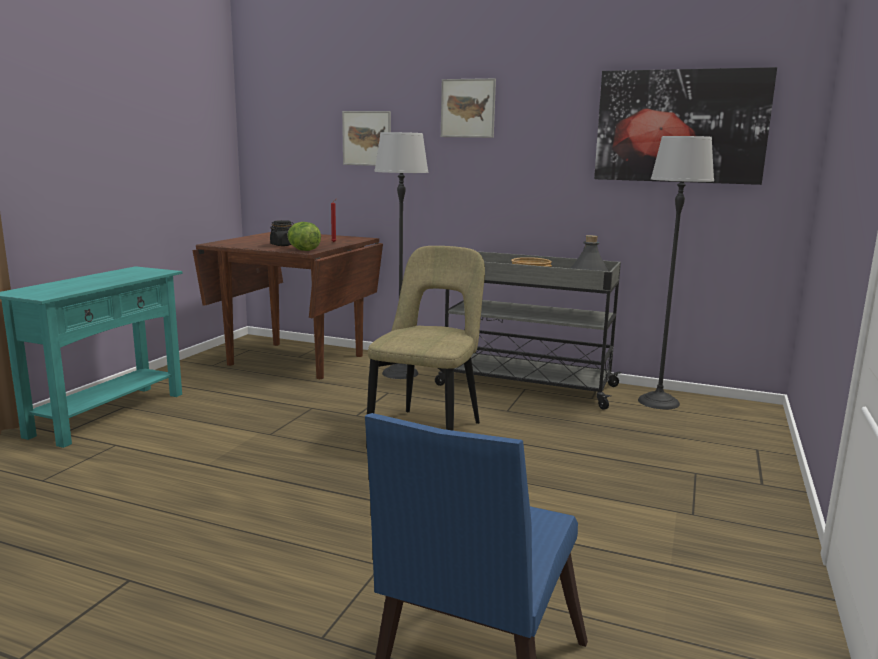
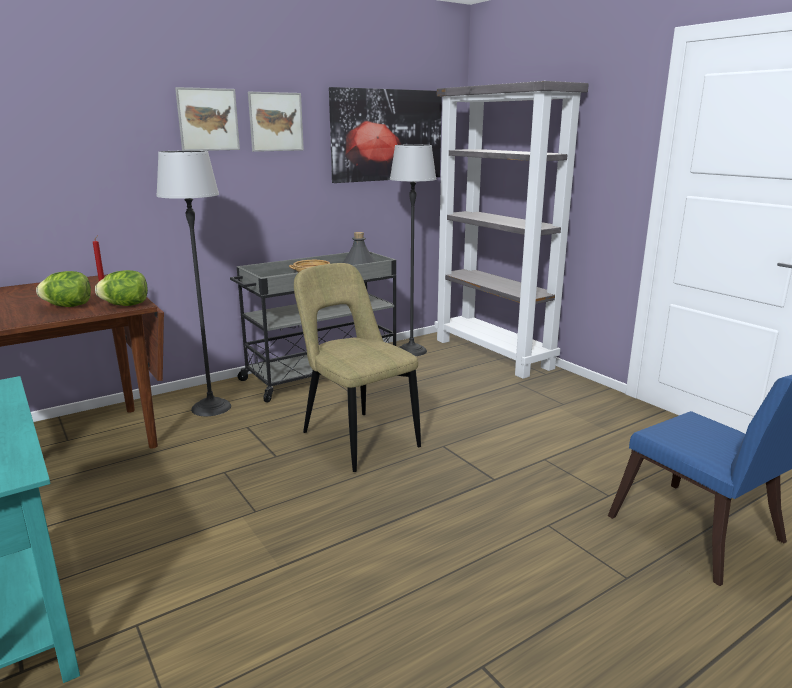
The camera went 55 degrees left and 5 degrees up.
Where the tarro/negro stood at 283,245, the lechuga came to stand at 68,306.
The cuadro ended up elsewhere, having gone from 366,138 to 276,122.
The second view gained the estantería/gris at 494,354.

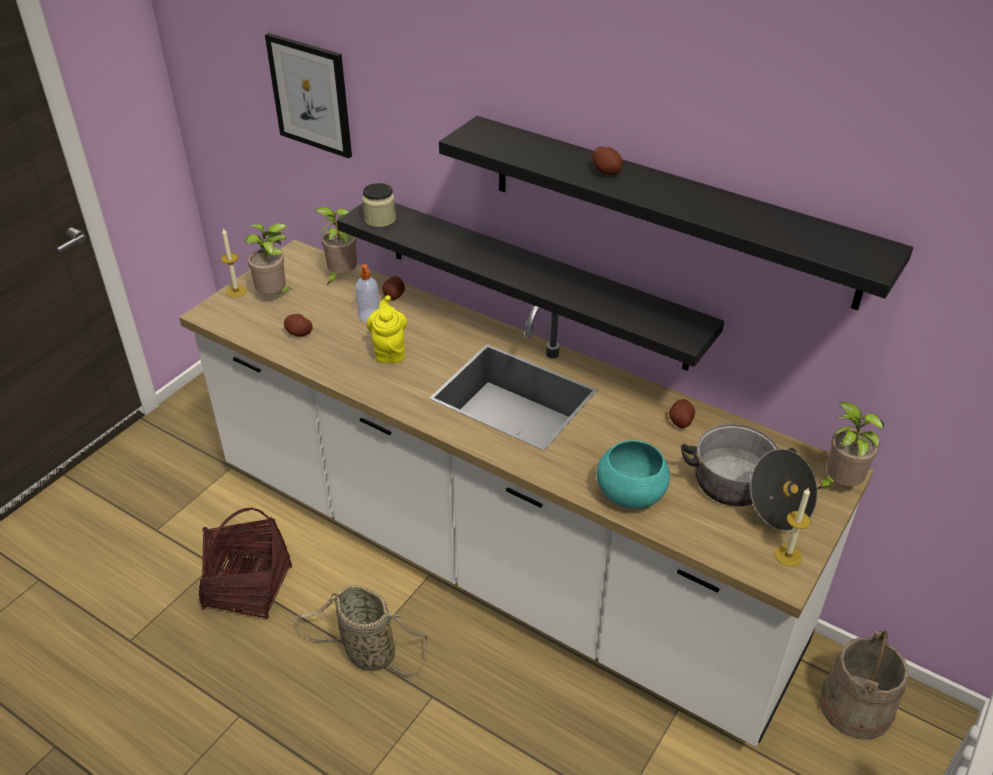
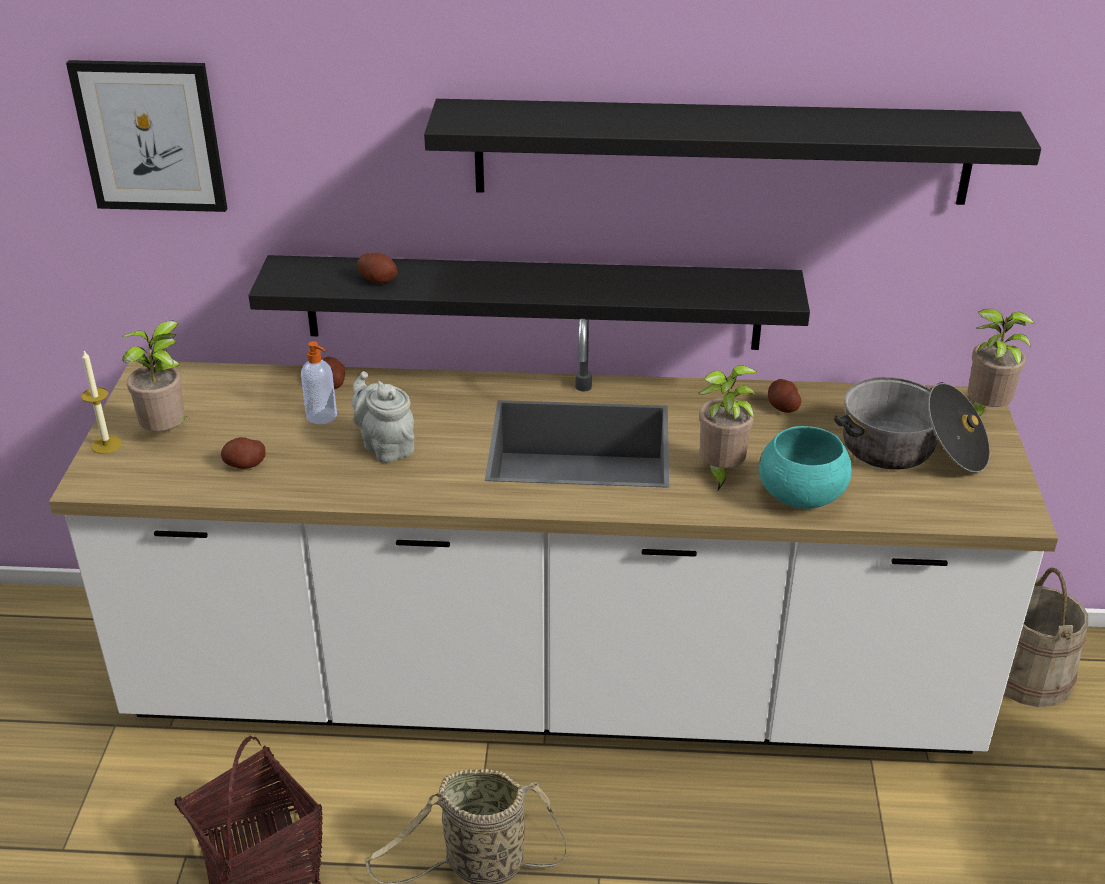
The camera went 30 degrees left and 5 degrees down.
The planta en maceta ended up elsewhere, having gone from 341,276 to 720,472.
The second view lost the tarro at 380,219.
What was the tetera/amarillo at 389,351 turned into the tetera/gris at 386,446.
The patata ended up elsewhere, having gone from 606,171 to 378,280.
The second view lost the vela at 788,555.

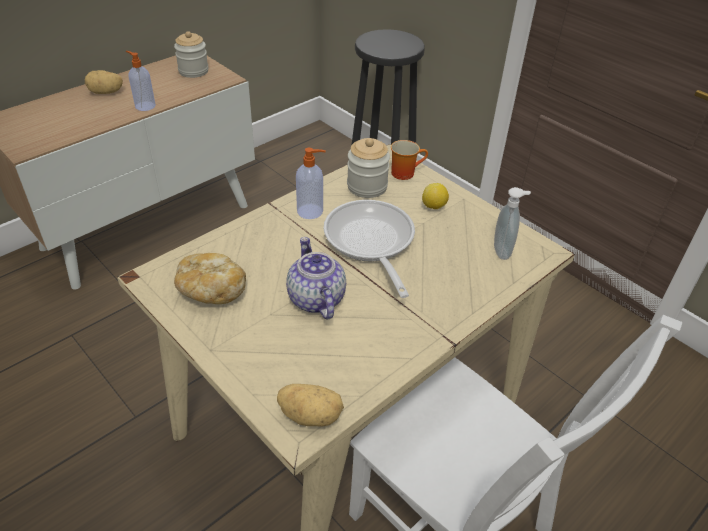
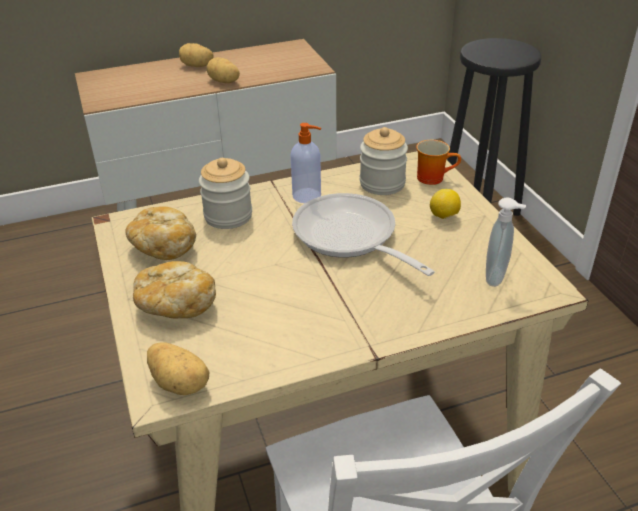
The camera went 25 degrees right and 5 degrees down.
Where the dispensador de jabón stood at 144,106, the patata came to stand at 224,82.
The tarro ended up elsewhere, having gone from 193,71 to 228,216.
The second view lost the tetera at 315,298.
The sartén at 370,243 ended up facing another way, 45 degrees counterclockwise from before.
The second view gained the pan at 175,305.

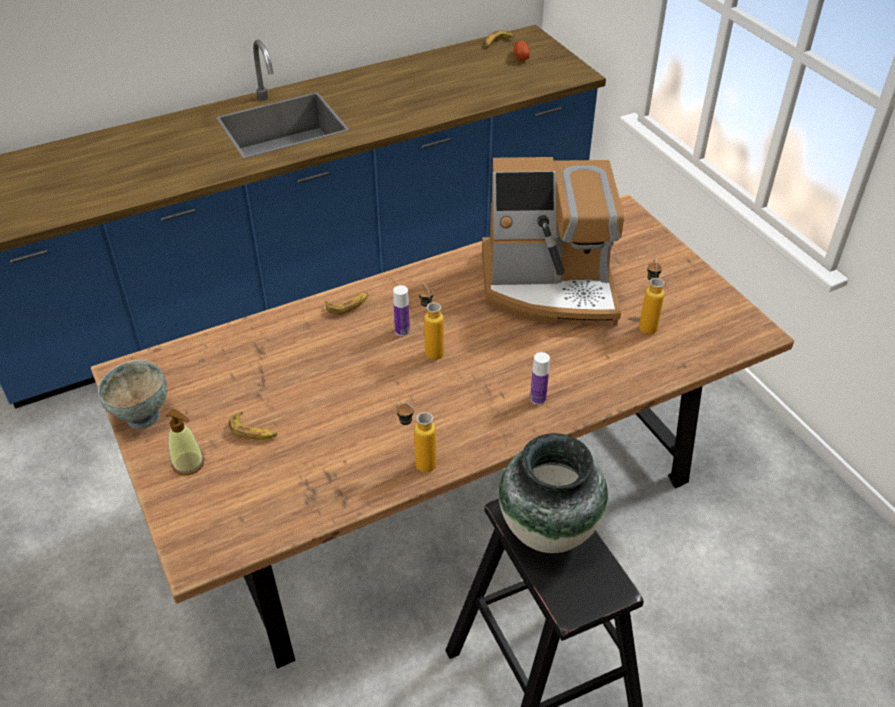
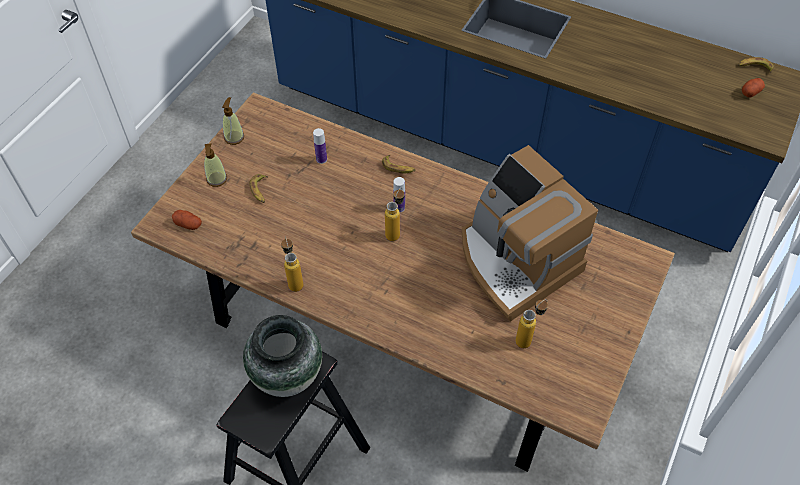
The camera went 55 degrees right and 10 degrees up.
Where the cuenco/gris stood at 141,416, the dispensador de jabón came to stand at 234,137.
The botella ended up elsewhere, having gone from 538,399 to 321,159.
The second view gained the patata at 188,224.

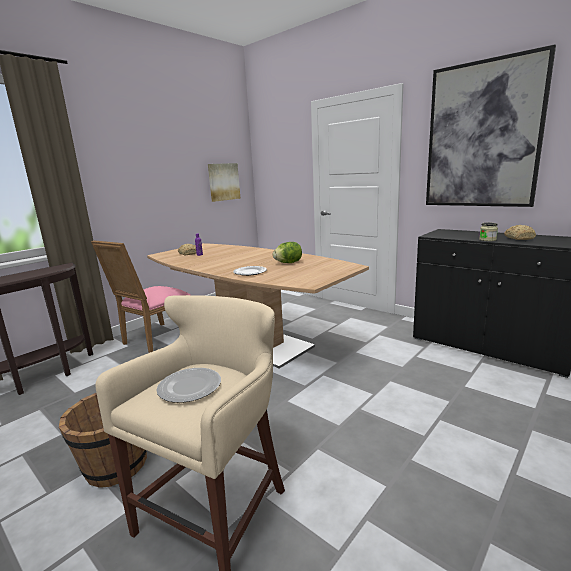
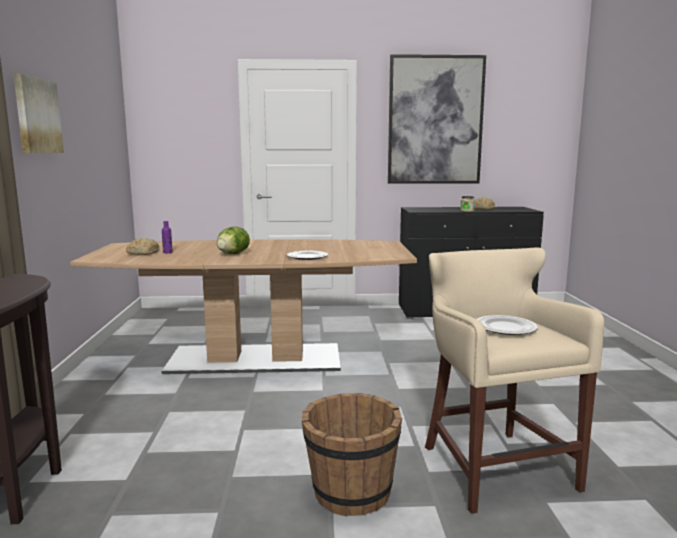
The camera went 45 degrees left and 5 degrees down.
The second view lost the silla/rosa at 155,339.
The cuadro ended up elsewhere, having gone from 223,182 to 37,116.
The lechuga ended up elsewhere, having gone from 288,263 to 233,254.

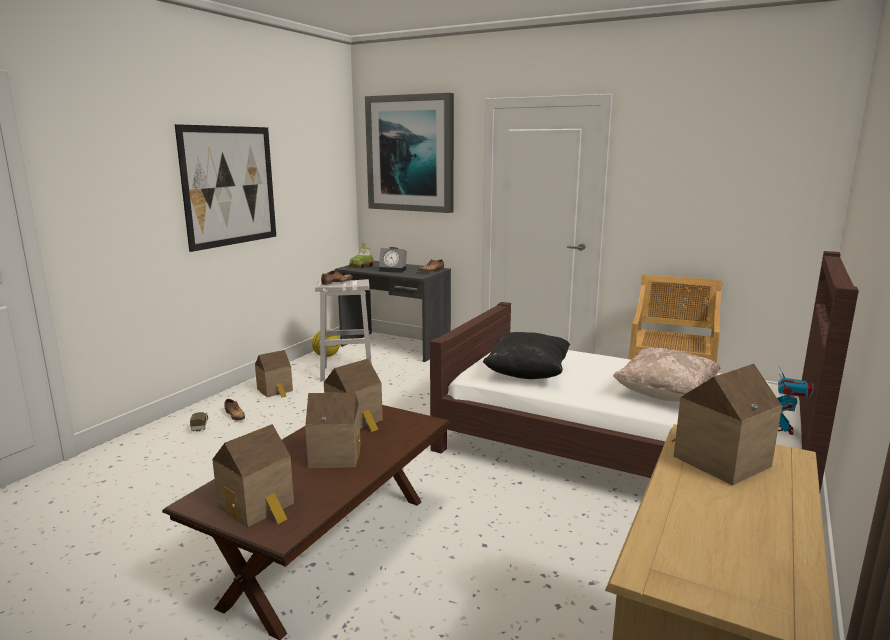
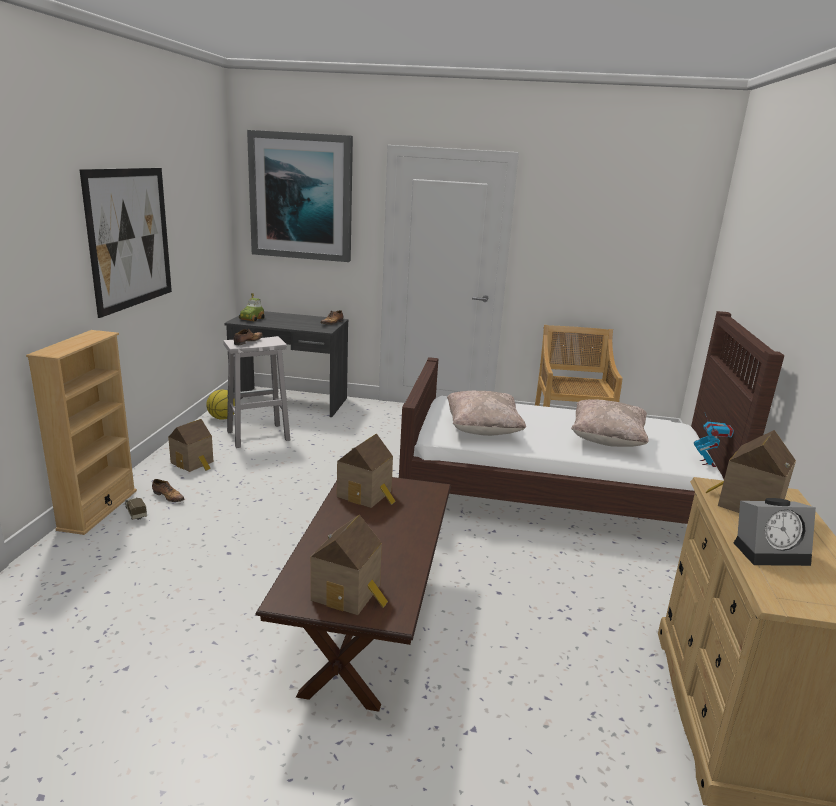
The camera went 20 degrees left and 5 degrees up.
The second view lost the casita at 335,455.
The despertador ended up elsewhere, having gone from 394,270 to 771,552.
What was the cojín/negro at 527,374 turned into the cojín/beis at 483,430.
The second view gained the estantería/beis at 98,509.

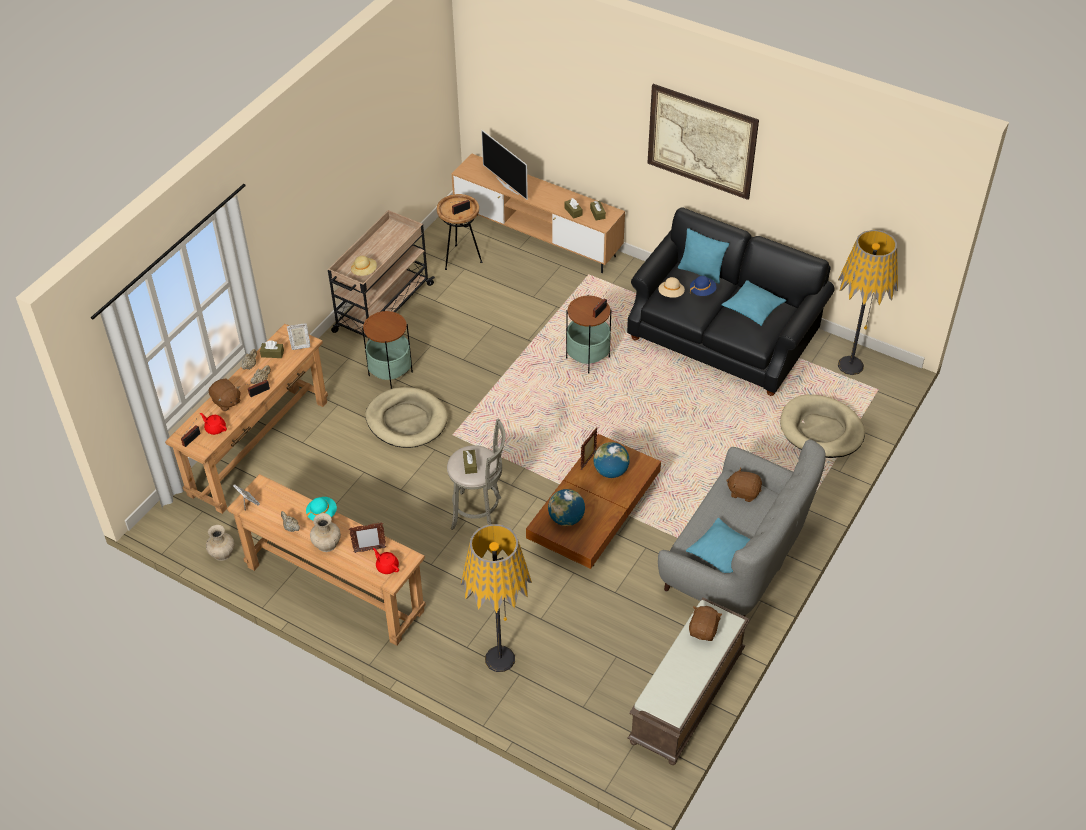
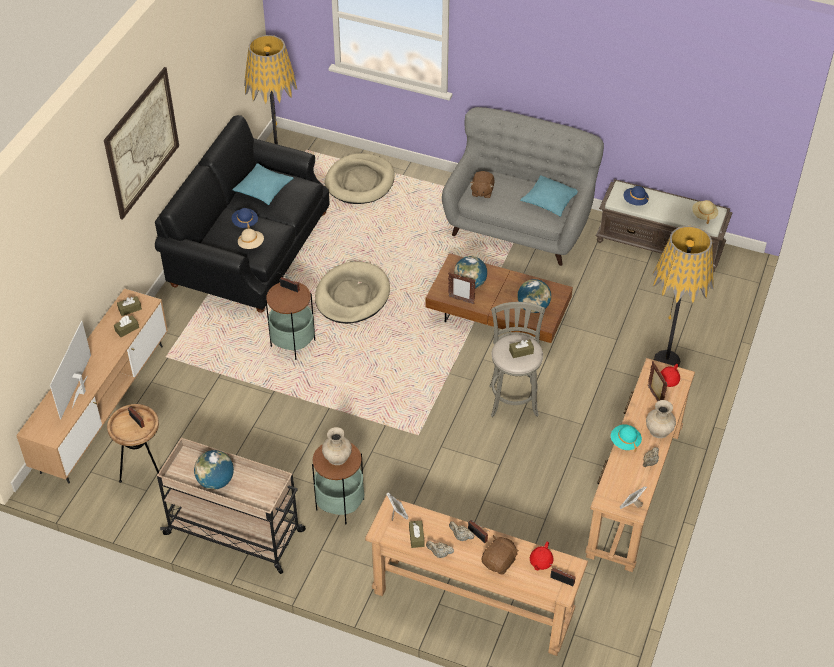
The camera went 100 degrees left and 0 degrees up.
The florero/beis ended up elsewhere, having gone from 222,553 to 337,457.
The sombrero/beis ended up elsewhere, having gone from 364,271 to 704,215.
The cama para perro/beis ended up elsewhere, having gone from 407,420 to 352,296.
The televisor at 507,185 ended up facing another way, 150 degrees clockwise from before.
The second view lost the cojín/turquesa at 701,272.
Where the peluche/marrón stood at 703,630, the sombrero/azul came to stand at 635,201.
The second view gained the globo terráqueo at 216,481.

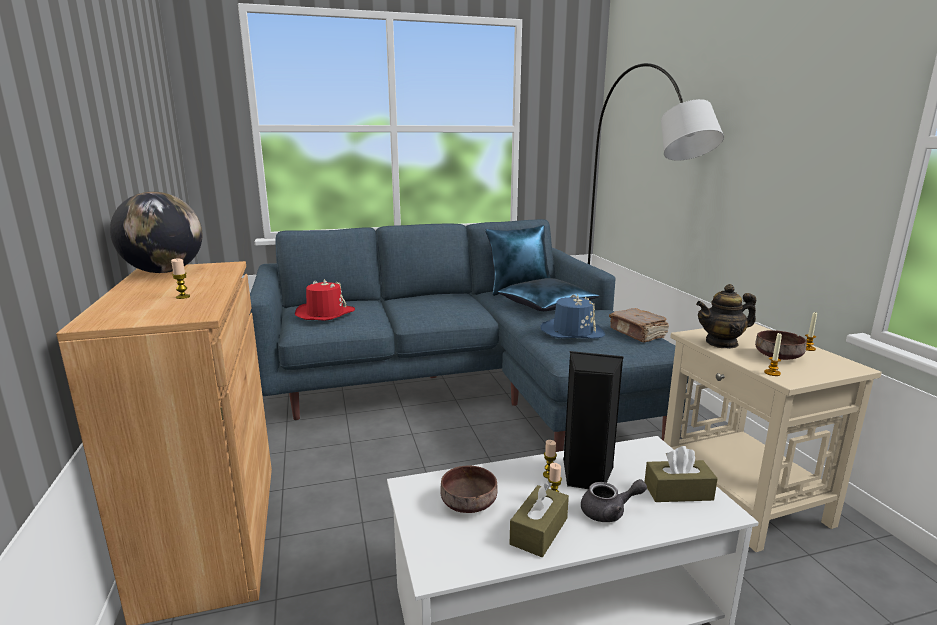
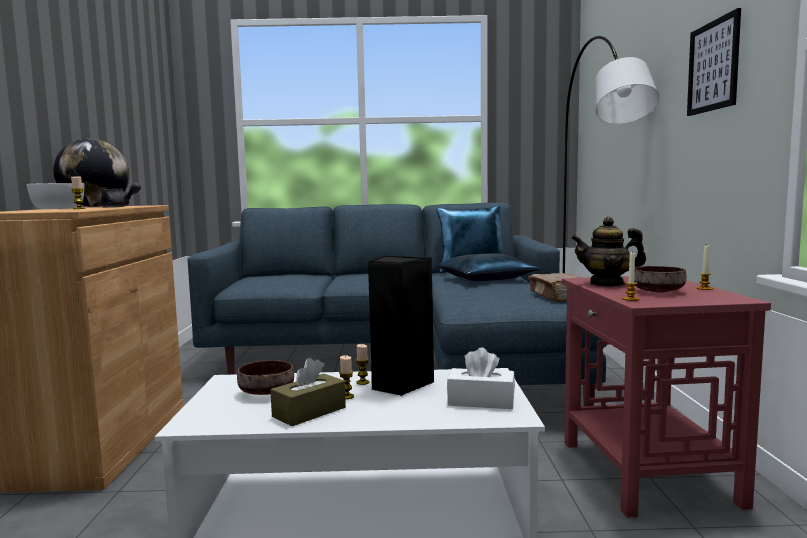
The camera went 15 degrees right and 10 degrees down.
The second view lost the sombrero/rojo at 324,313.
The second view lost the sombrero/azul at 572,331.
The tetera/gris ended up elsewhere, having gone from 609,512 to 117,207.
What was the caja de pañuelos/marrón at 678,491 turned into the caja de pañuelos/blanco at 481,401.
What was the mesa auxiliar/beis at 741,497 turned into the mesa auxiliar/rojo at 645,472.
The second view gained the cuenco/blanco at 59,208.
The second view gained the cuadro at 713,66.

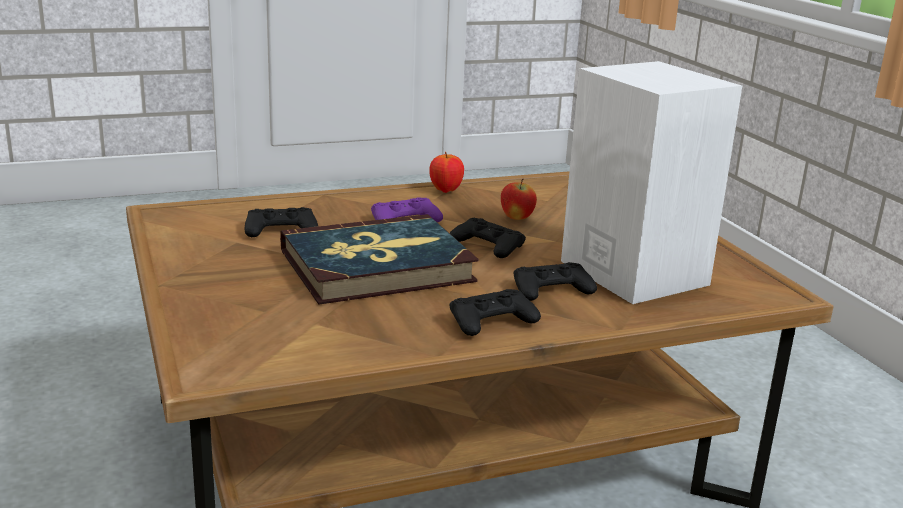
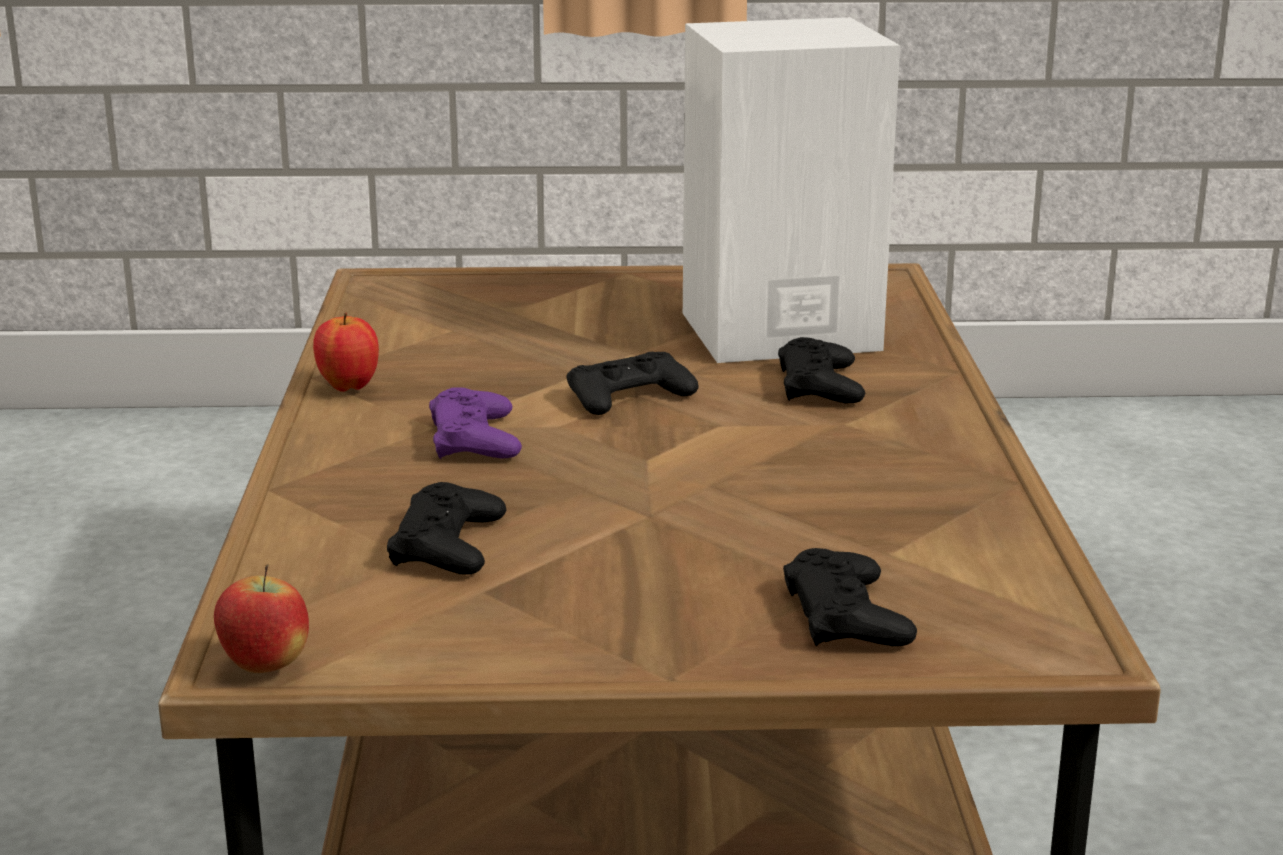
The camera went 70 degrees left and 0 degrees up.
The second view lost the libro at 377,266.
The mando de consola/negro ended up elsewhere, having gone from 492,321 to 846,615.
The manzana ended up elsewhere, having gone from 516,219 to 265,667.

